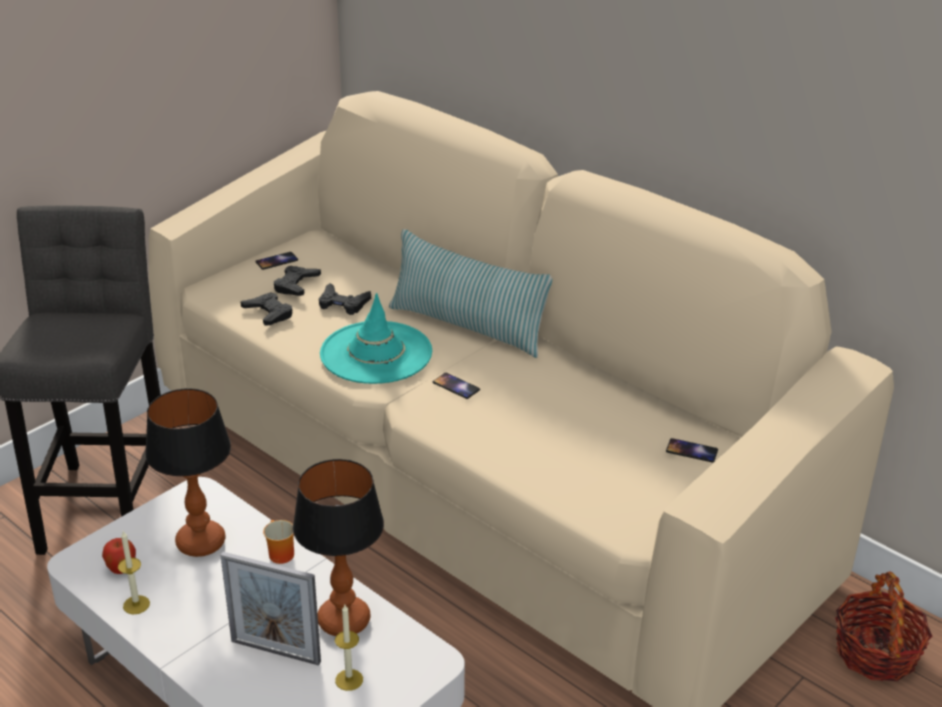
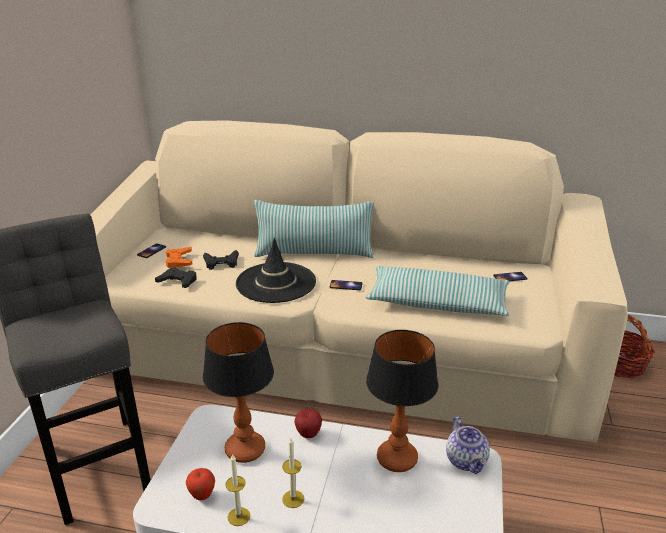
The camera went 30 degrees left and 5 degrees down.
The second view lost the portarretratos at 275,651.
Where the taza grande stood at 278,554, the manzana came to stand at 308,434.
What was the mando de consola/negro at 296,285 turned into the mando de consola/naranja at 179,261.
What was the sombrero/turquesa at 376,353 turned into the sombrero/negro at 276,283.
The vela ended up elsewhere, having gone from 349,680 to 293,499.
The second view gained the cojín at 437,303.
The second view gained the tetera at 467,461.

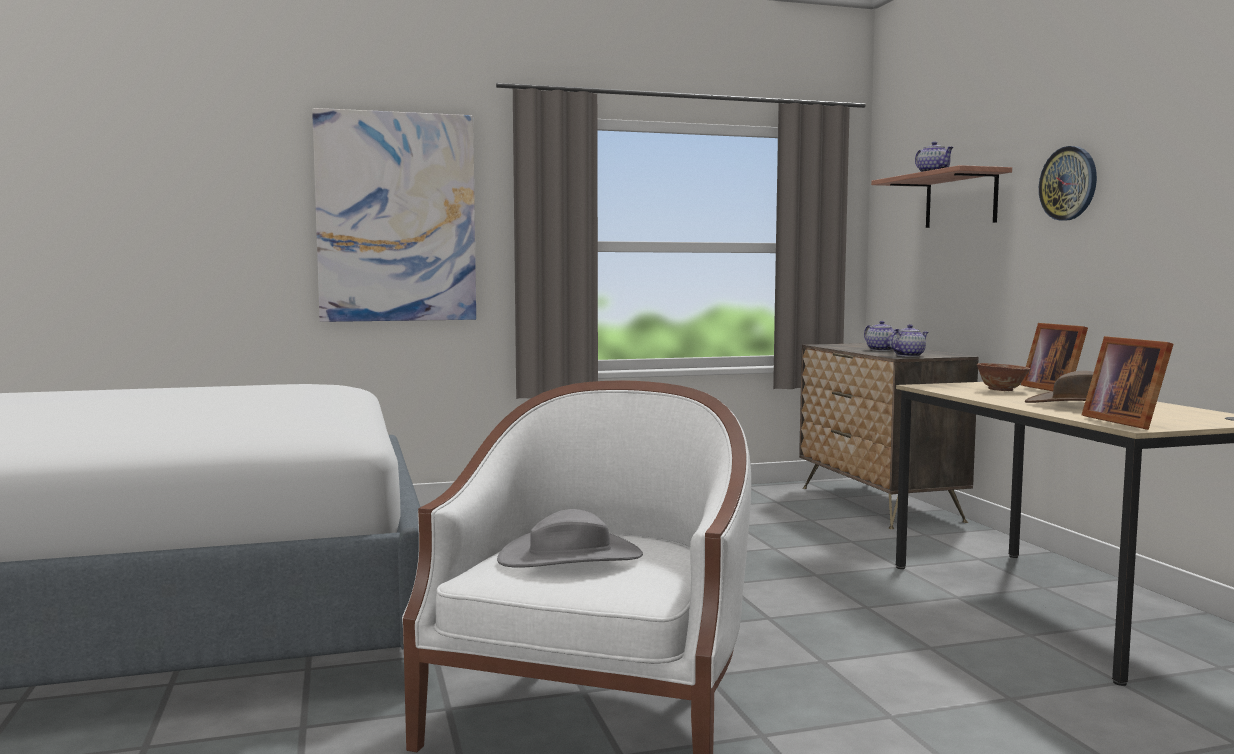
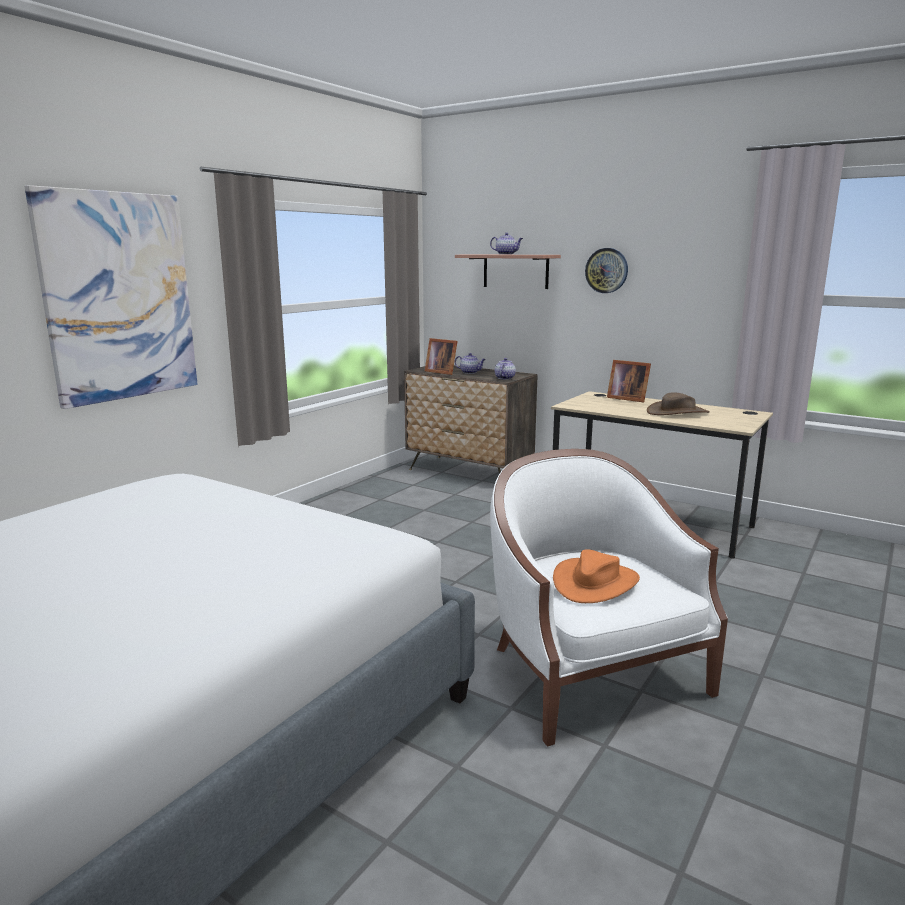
The camera went 40 degrees left and 10 degrees up.
What was the sombrero/gris at 570,557 turned into the sombrero/naranja at 595,582.
The second view lost the cuenco at 1001,390.
The portarretratos ended up elsewhere, having gone from 1126,422 to 441,372.

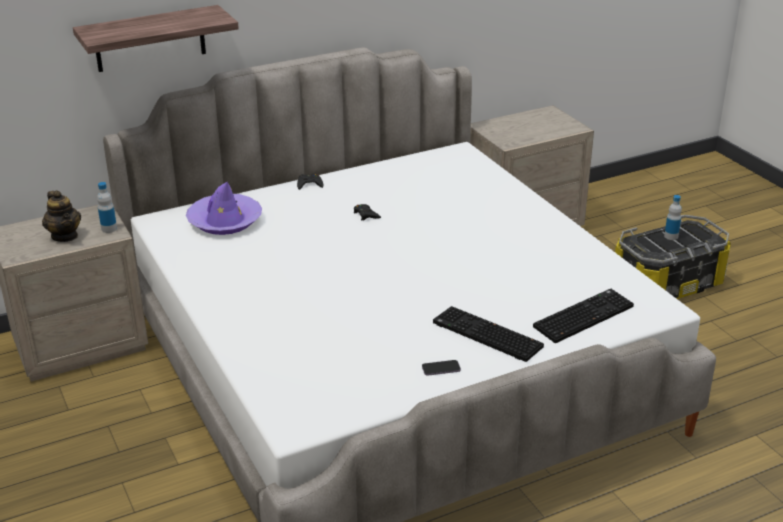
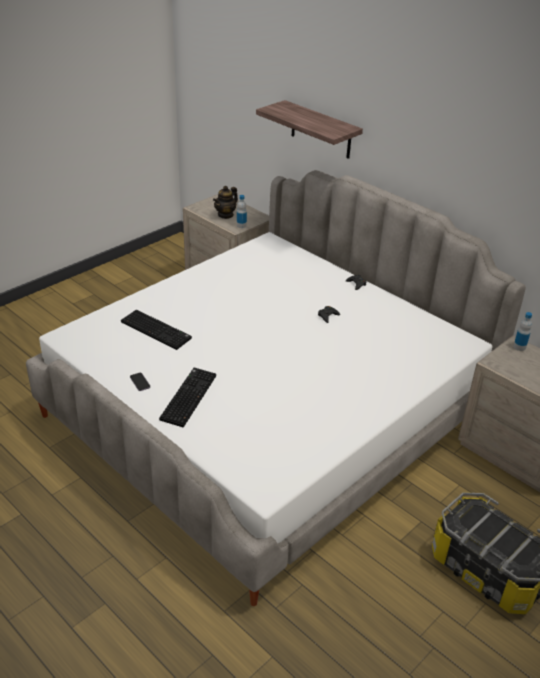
The camera went 70 degrees right and 5 degrees up.
The second view lost the sombrero/morado at 224,221.
The teclado ended up elsewhere, having gone from 583,316 to 157,330.
The botella ended up elsewhere, having gone from 671,236 to 519,347.

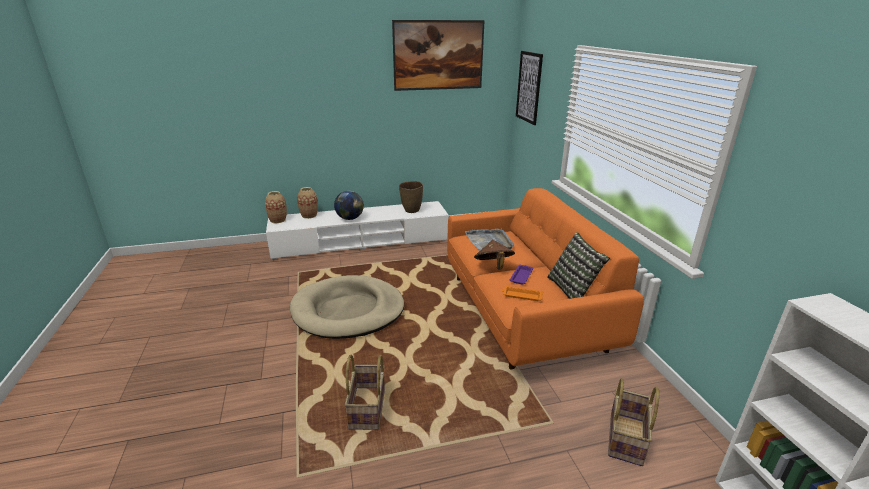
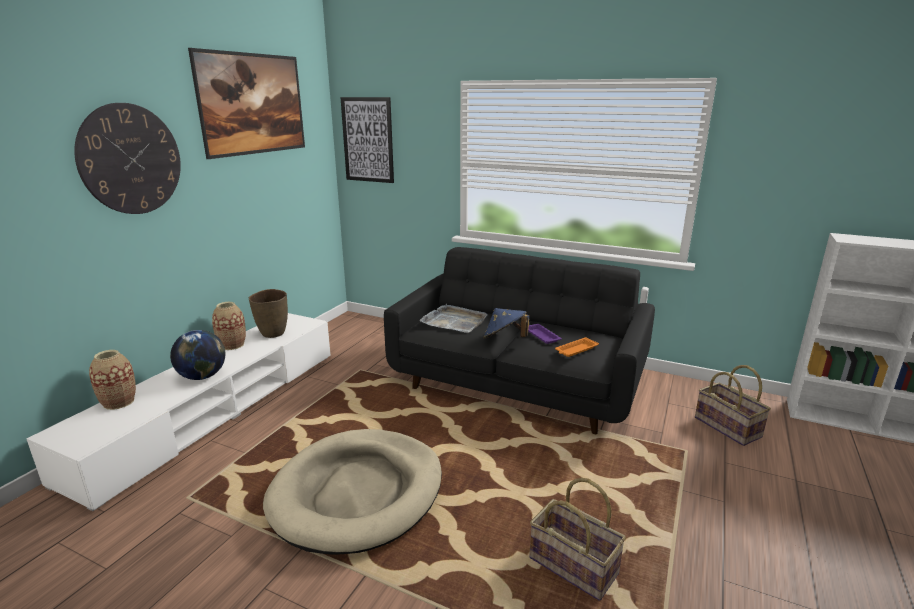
The camera went 50 degrees left and 5 degrees down.
The florero ended up elsewhere, having gone from 278,220 to 232,345.
What was the sofá/naranja at 523,312 turned into the sofá/negro at 517,384.
What was the sombrero/marrón at 493,266 turned into the sombrero/azul at 504,339.
The second view lost the cojín at 573,290.
The second view gained the reloj de pared at 131,159.

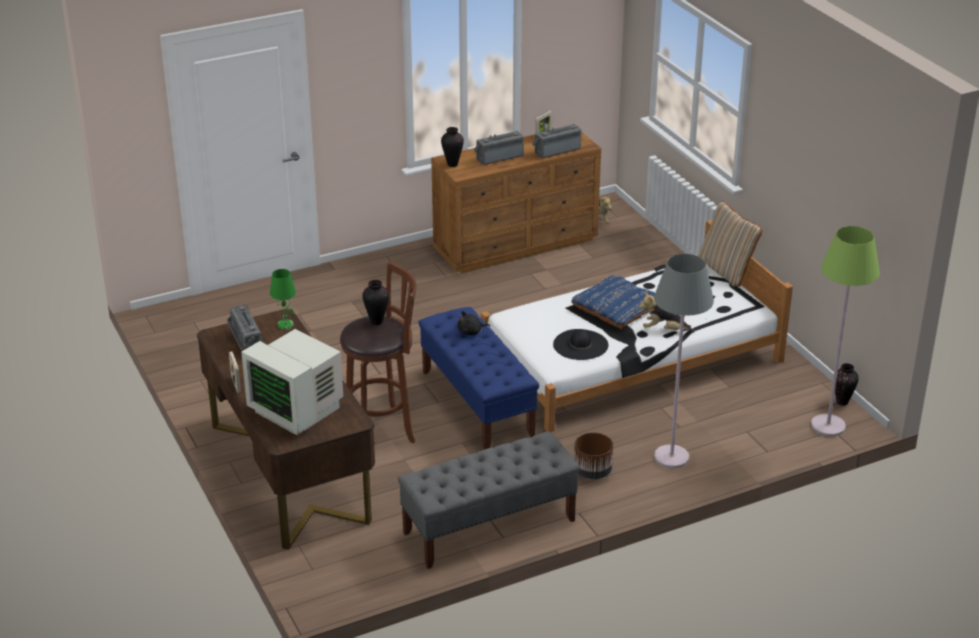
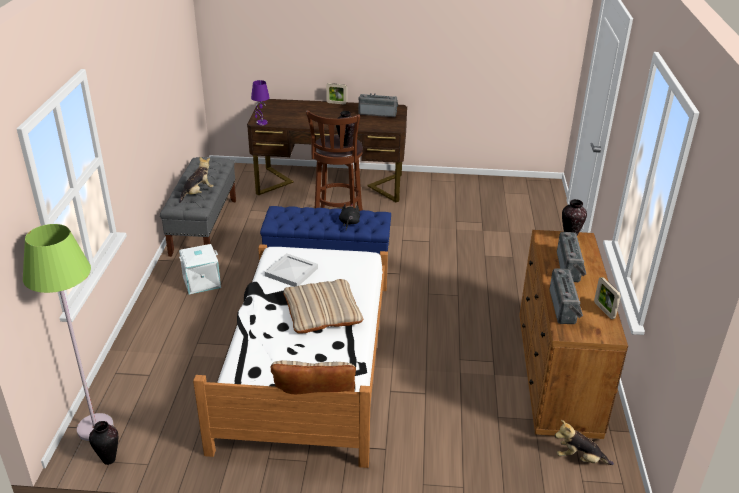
The camera went 120 degrees right and 0 degrees up.
The second view lost the monitor at 297,409.
The second view lost the lámpara de mesa/verde at 285,325.
Where the sombrero/negro stood at 580,345, the bandeja/blanco came to stand at 290,272.
What was the cojín/azul at 617,307 turned into the cojín/beis at 322,311.
Where the maceta/marrón stood at 592,471, the caja de almacenaje/blanco came to stand at 201,281.
The peluche ended up elsewhere, having gone from 664,330 to 197,193.
The second view lost the lámpara de pie/gris at 671,457.
The second view gained the lámpara de mesa/morado at 261,123.

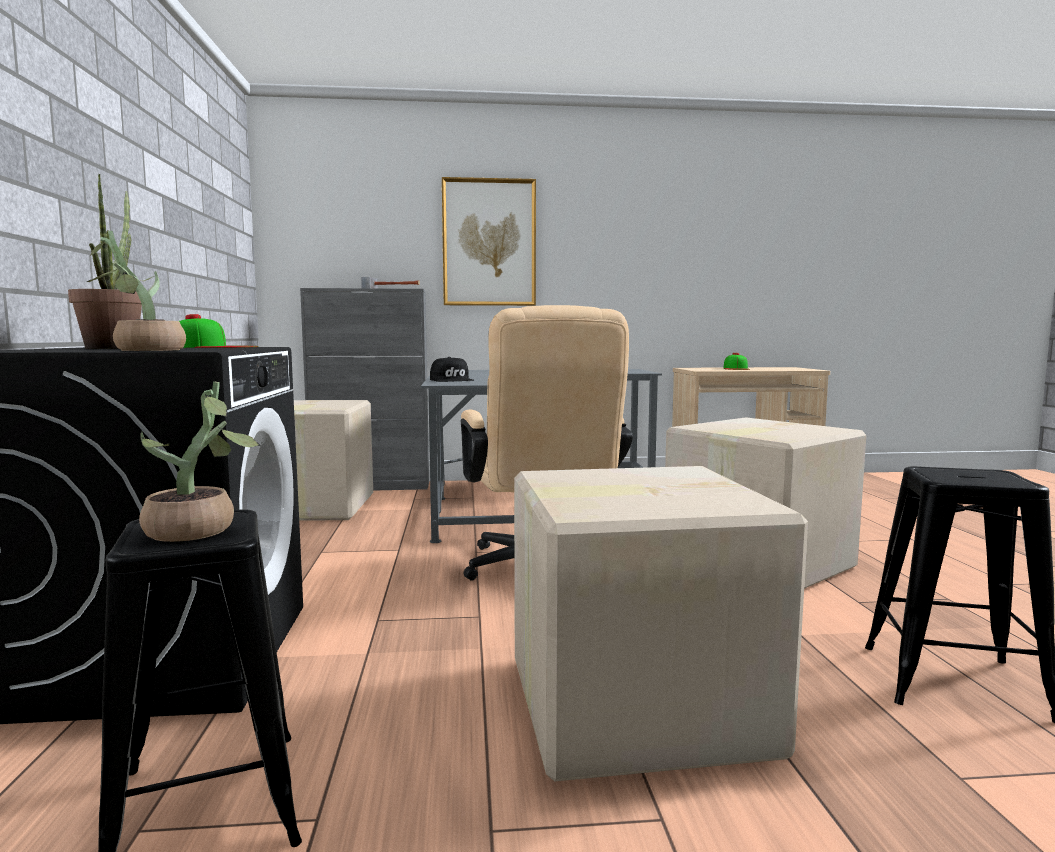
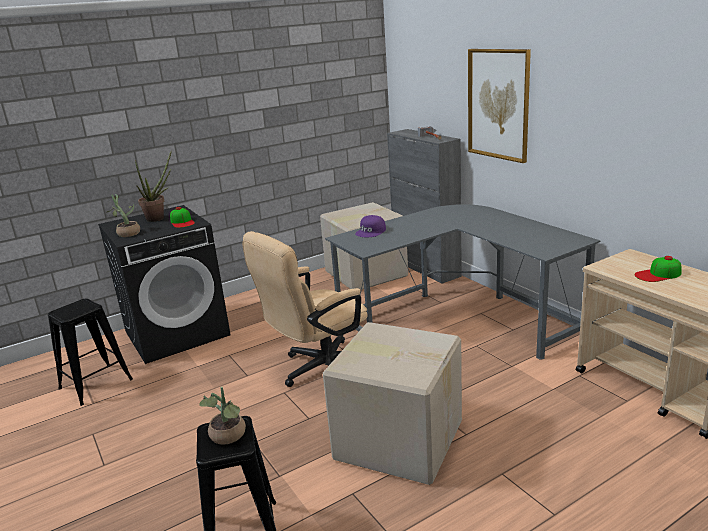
The camera went 65 degrees right and 15 degrees up.
The planta en maceta ended up elsewhere, having gone from 199,531 to 228,437.
What was the gorra/negro at 452,380 turned into the gorra/morado at 371,231.
The second view lost the caja de cartón at 632,703.

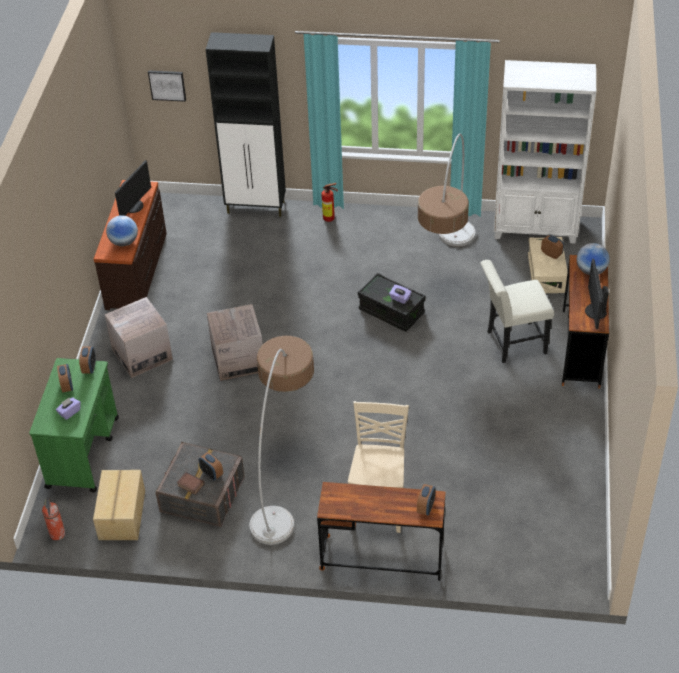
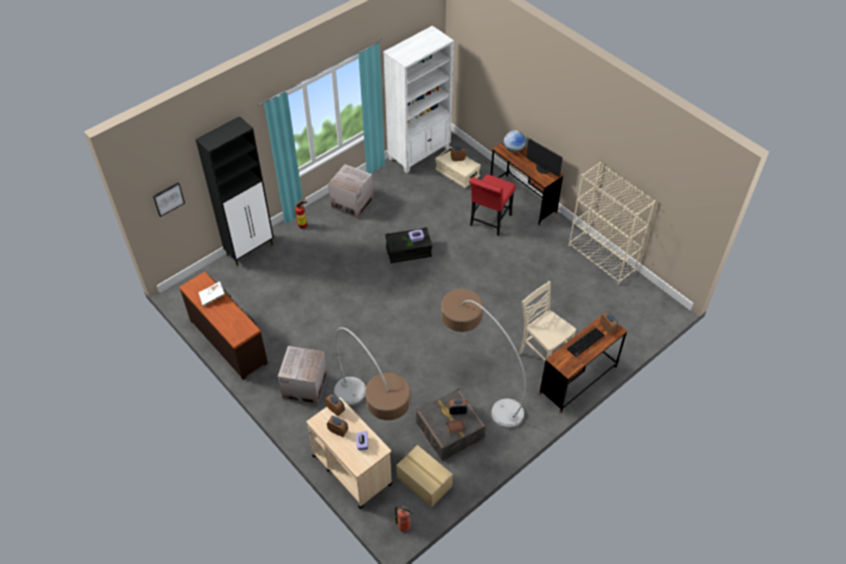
The camera went 50 degrees left and 5 degrees up.
What was the carrito/verde at 83,452 turned into the carrito/beis at 351,469.
The second view lost the globo terráqueo at 124,242.
Where the monitor stood at 134,206, the libro/blanco came to stand at 212,296.
The caja de cartón ended up elsewhere, having gone from 238,359 to 352,203.
The lámpara de pie ended up elsewhere, having gone from 447,268 to 373,423.
What was the silla/blanco at 512,343 turned into the silla/rojo at 489,222.
The second view gained the teclado at 585,343.
The second view gained the estantería/beis at 601,259.

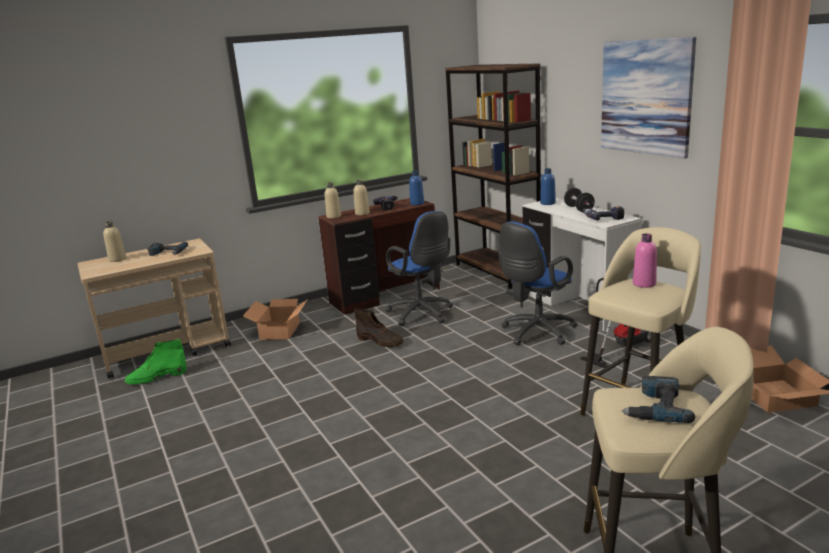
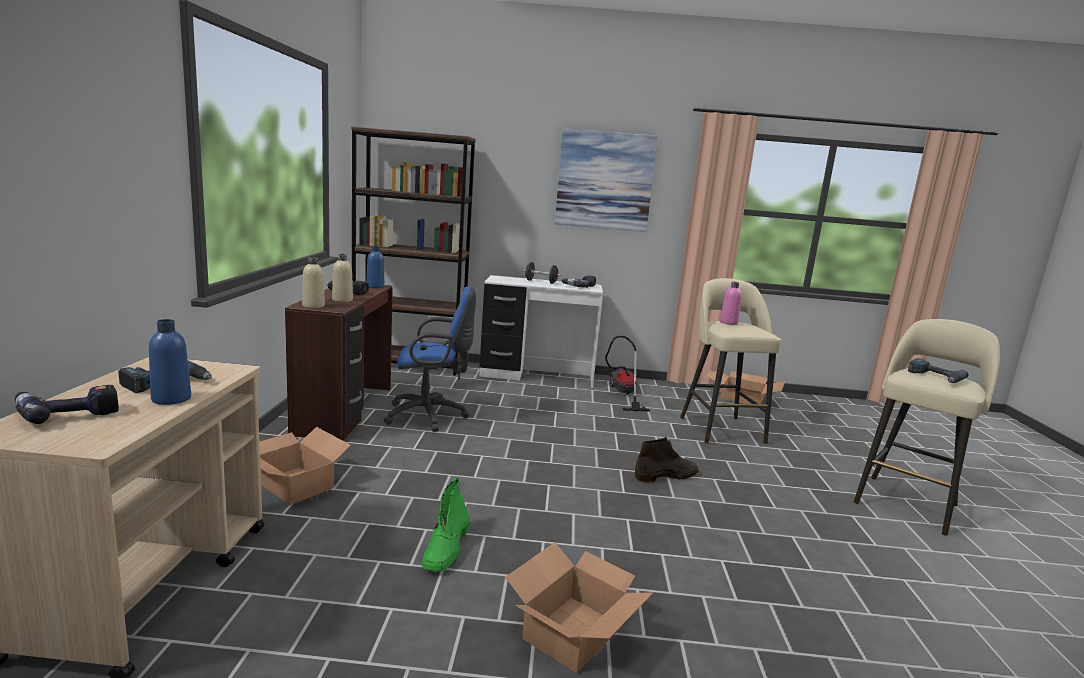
The camera went 60 degrees left and 5 degrees down.
Where the botella/beis stood at 117,259, the taladro came to stand at 68,413.
The bota/verde ended up elsewhere, having gone from 156,378 to 446,549.
The bota/marrón ended up elsewhere, having gone from 380,341 to 666,475.
The second view lost the silla de oficina/azul at 535,333.
The botella/azul ended up elsewhere, having gone from 548,203 to 171,399.
The second view gained the caja de cartón at 571,632.

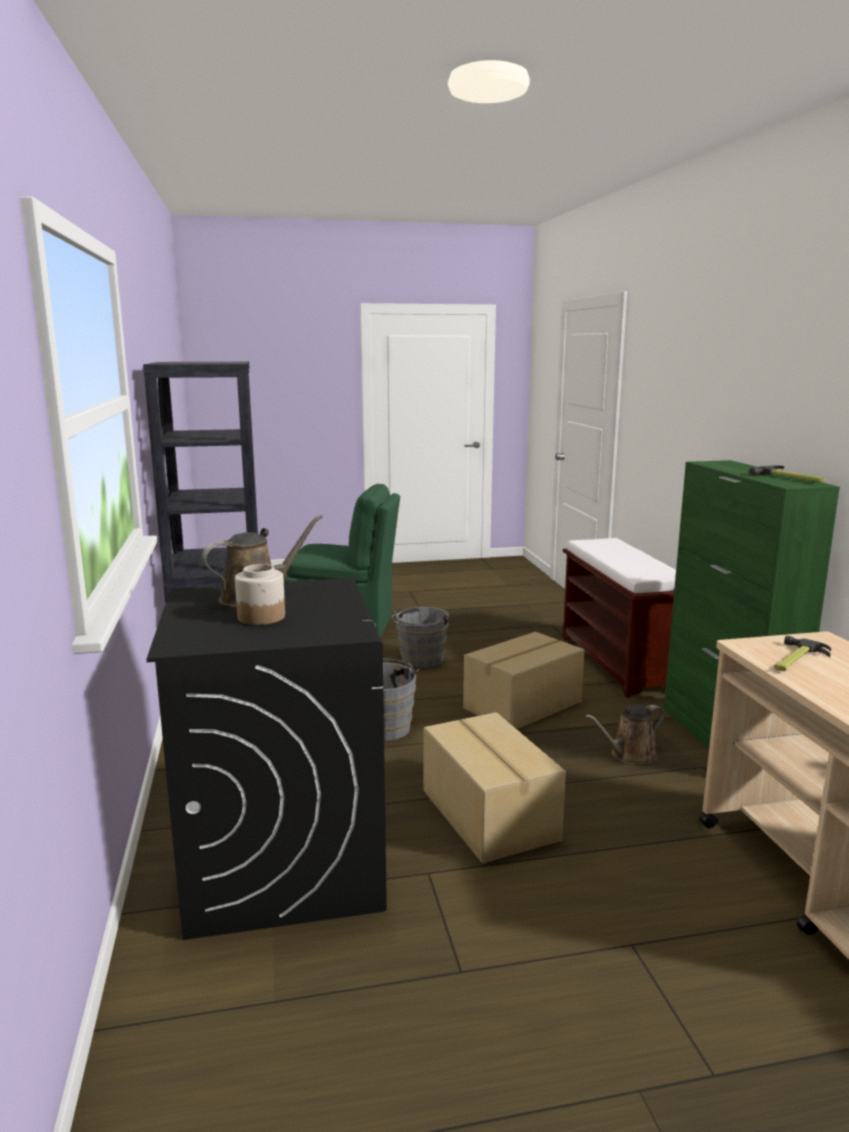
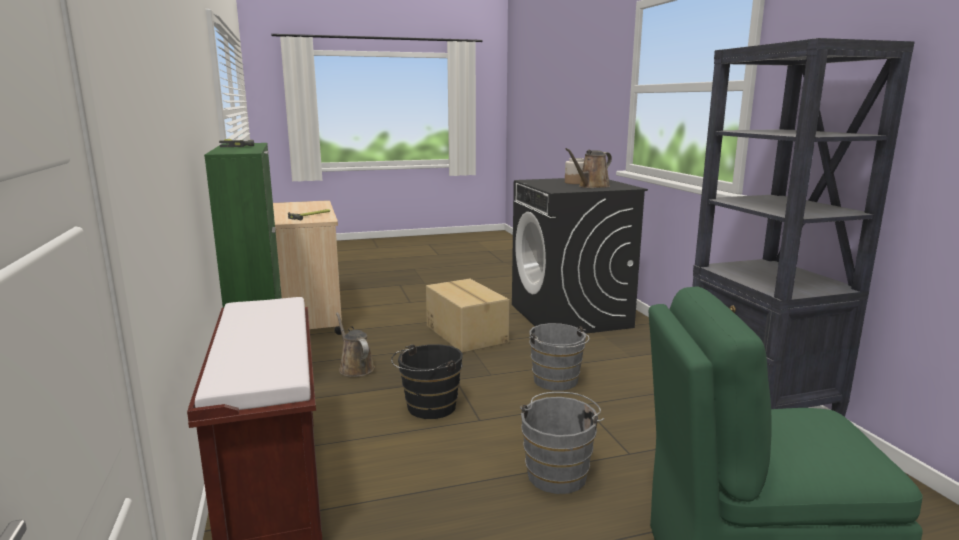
The camera went 175 degrees right and 0 degrees up.
Where the caja de cartón stood at 524,705, the cubo/negro came to stand at 428,408.
The regadera/marrón at 630,755 ended up facing another way, 90 degrees counterclockwise from before.

